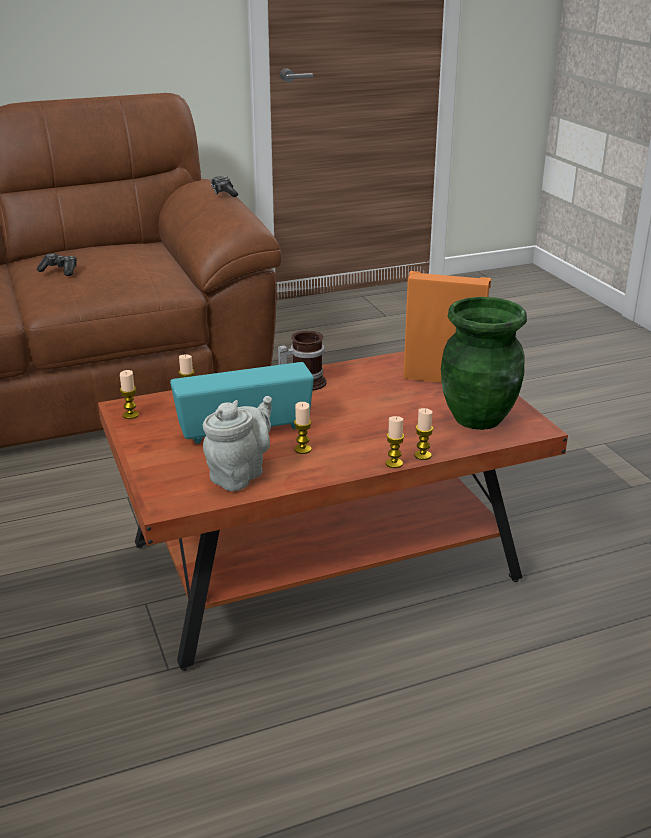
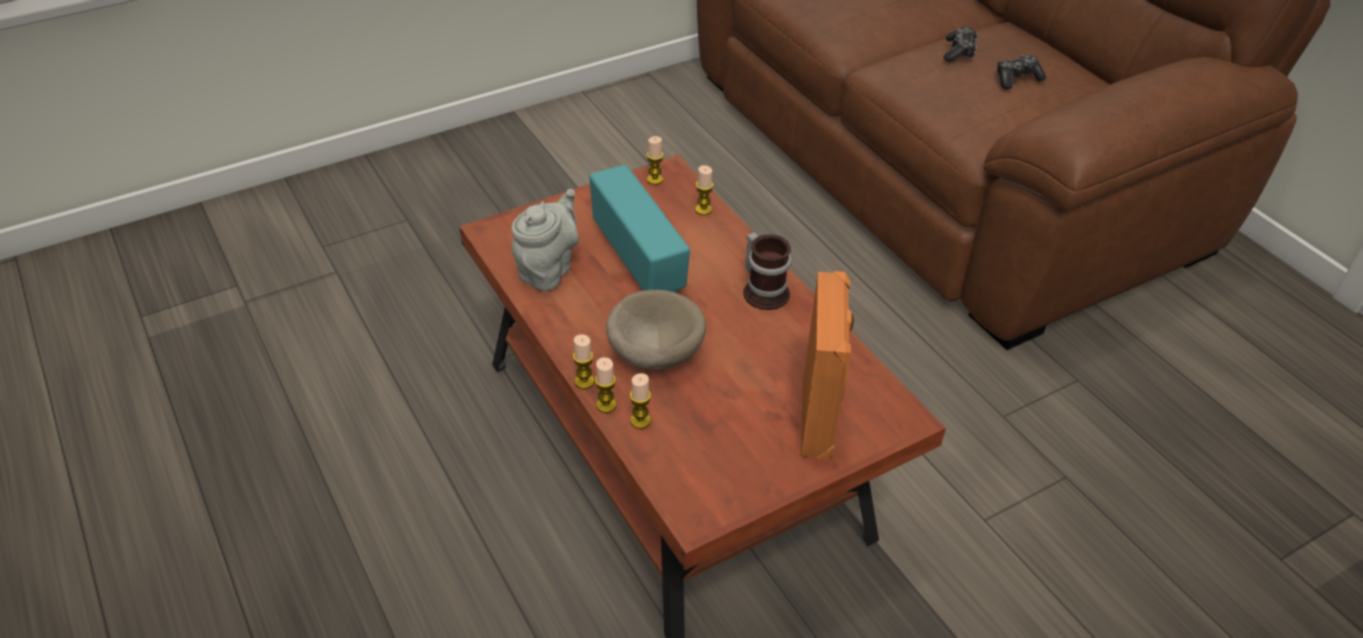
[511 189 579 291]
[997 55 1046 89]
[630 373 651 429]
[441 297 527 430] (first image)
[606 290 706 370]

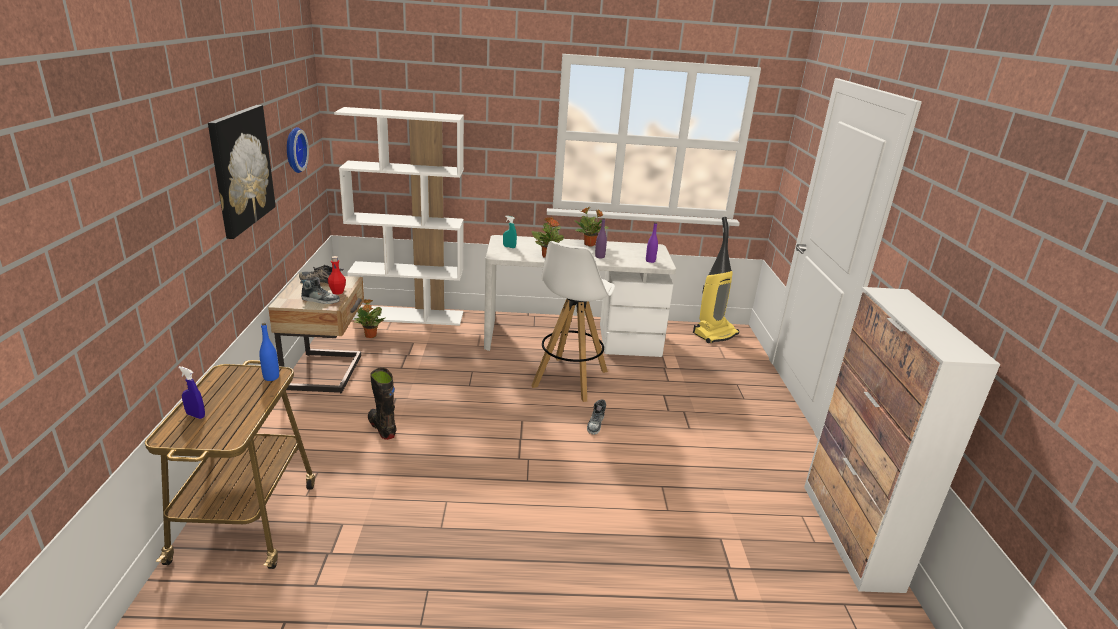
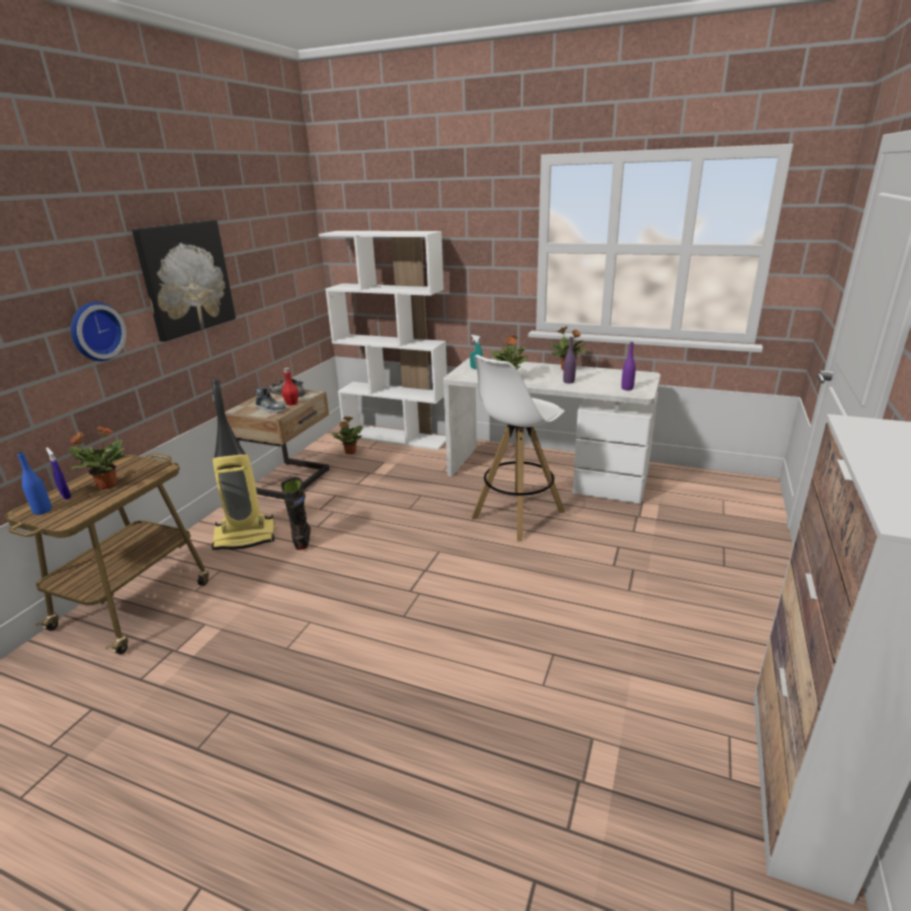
[17 451 52 515]
[71 302 126 361]
[587 399 606 435] (first image)
[212 380 275 550]
[68 426 126 490]

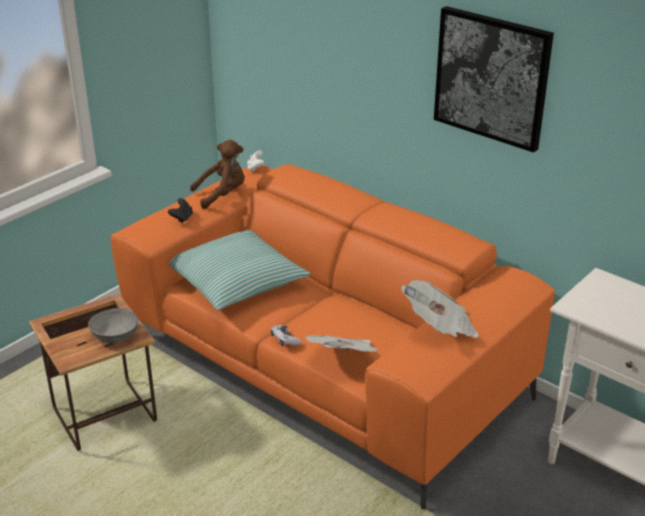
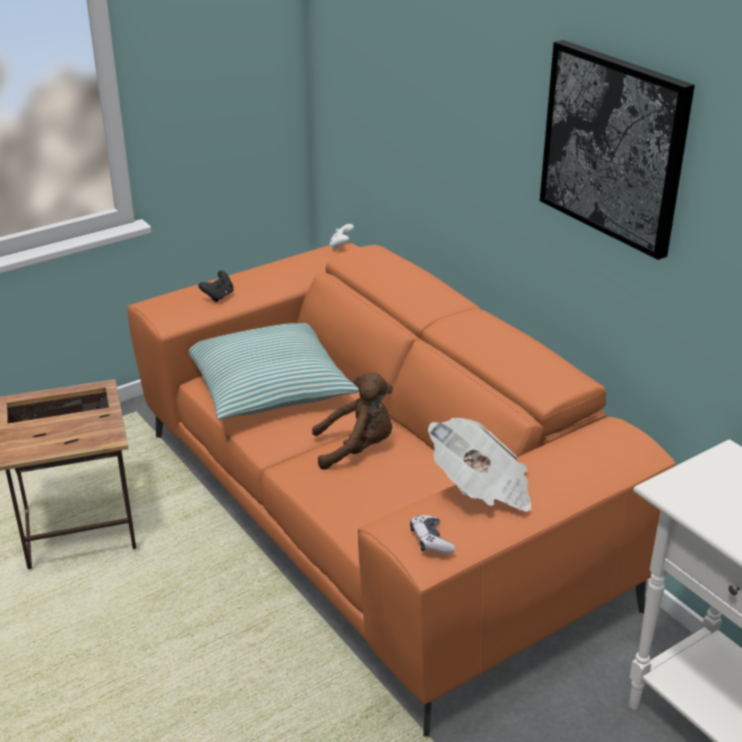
[88 308 138 343] (first image)
[312 372 393 470]
[410 515 455 554]
[306 335 378 352] (first image)

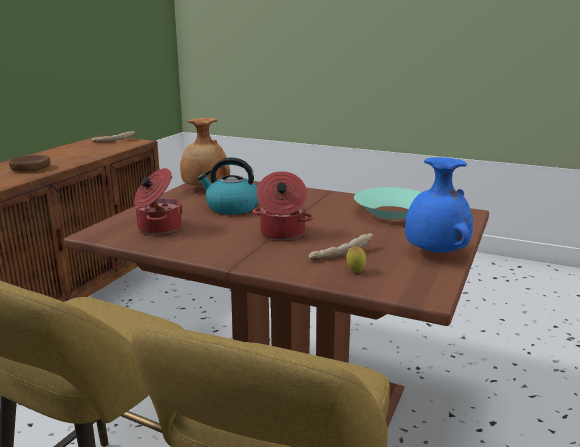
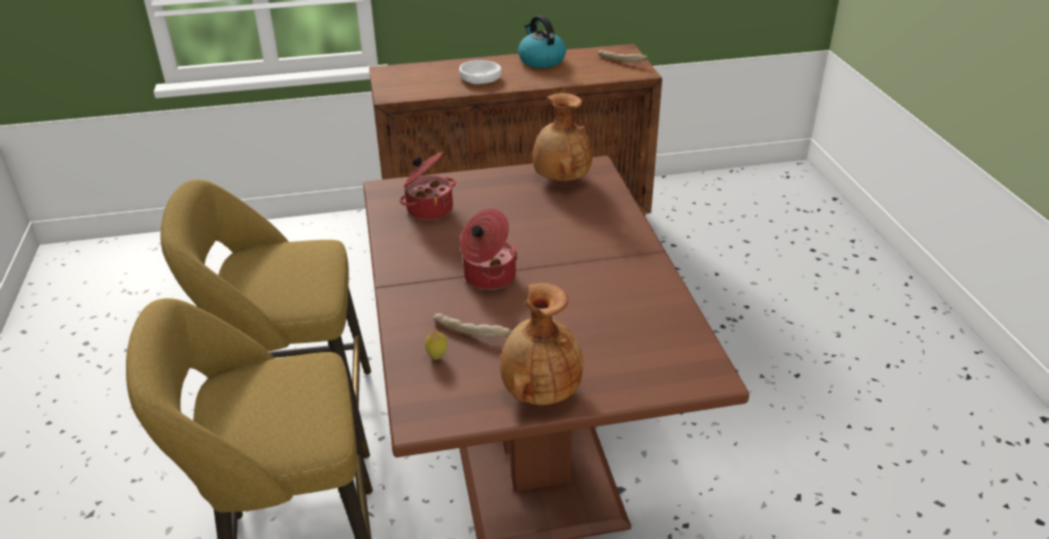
[459 60 501 84]
[518 15 566 68]
[354 187 421 220] (first image)
[500 283 583 405]

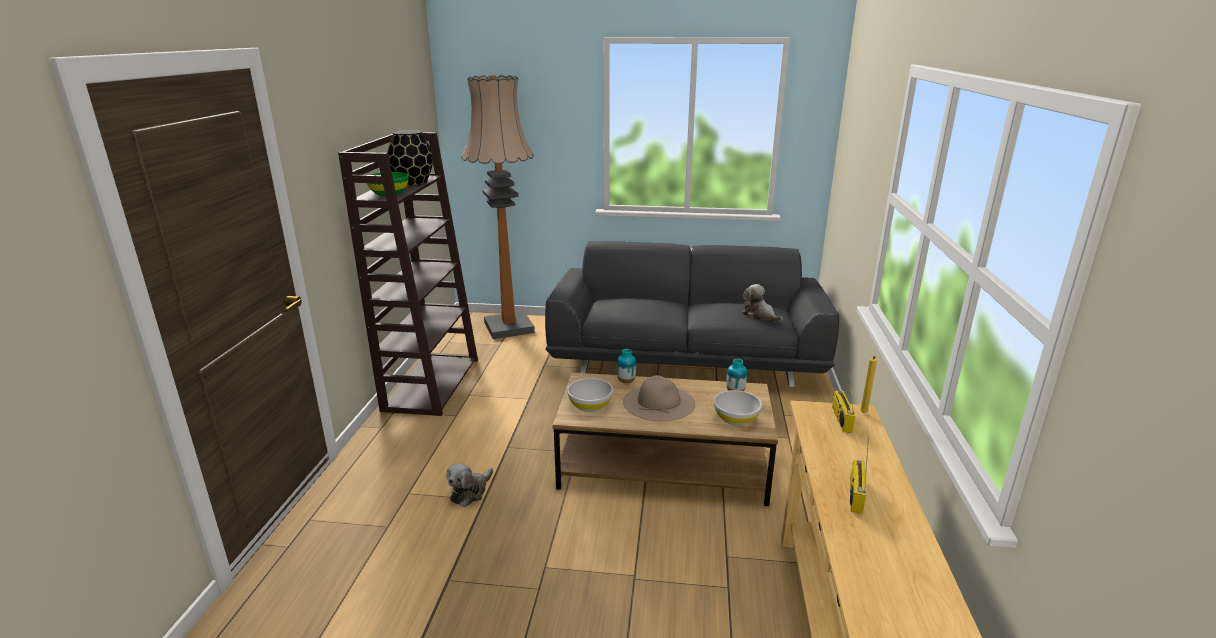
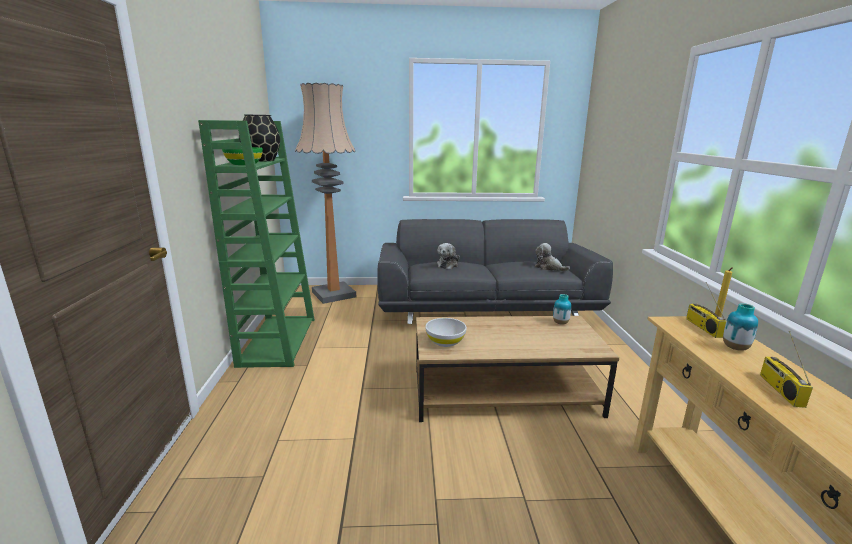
[198 120 315 368]
[437 243 459 269]
[723 303 758 351]
[623 375 695 421] (first image)
[714 390 762 426] (first image)

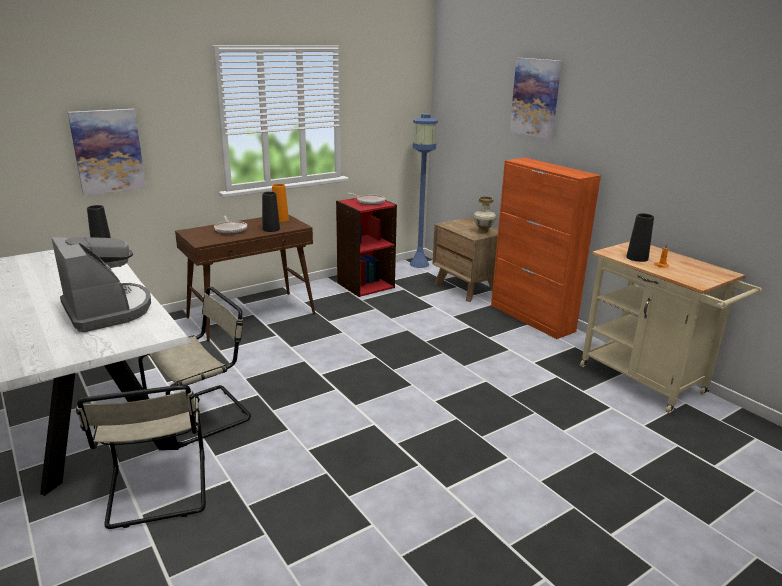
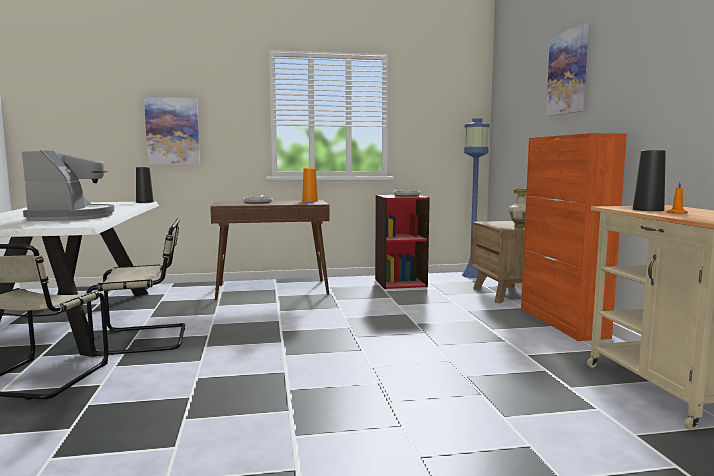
[262 192 280 232] (first image)

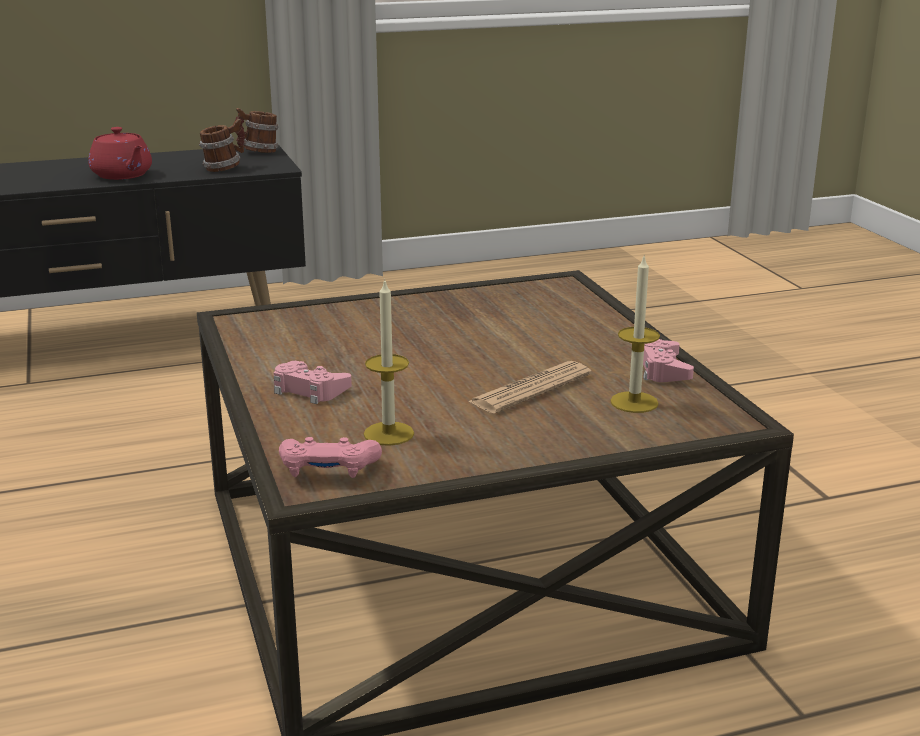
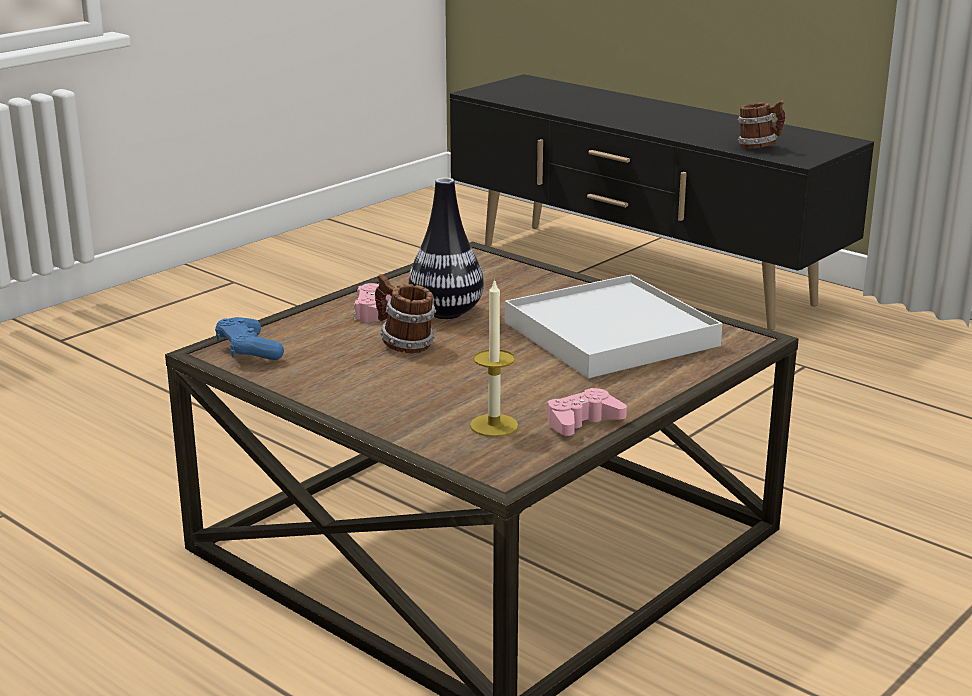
[88 127 152 180] (first image)
[375 274 436 353]
[215 317 284 360]
[364 278 414 446] (first image)
[468 361 592 413] (first image)
[409 177 484 319]
[505 275 722 378]

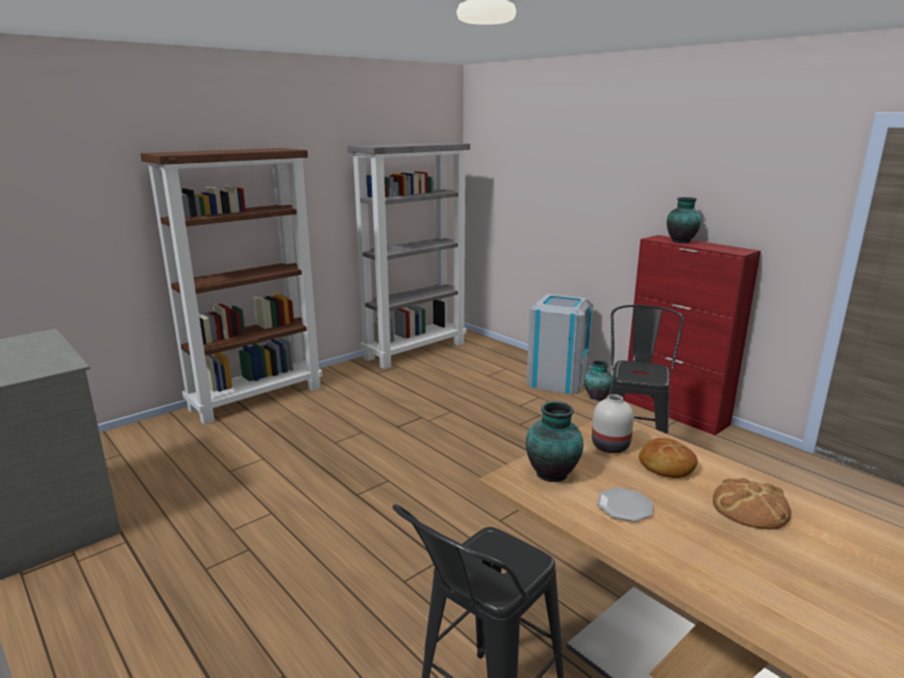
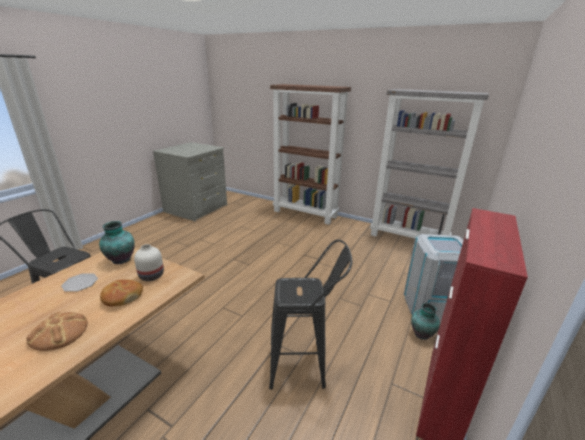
[667 197 701 243] (first image)

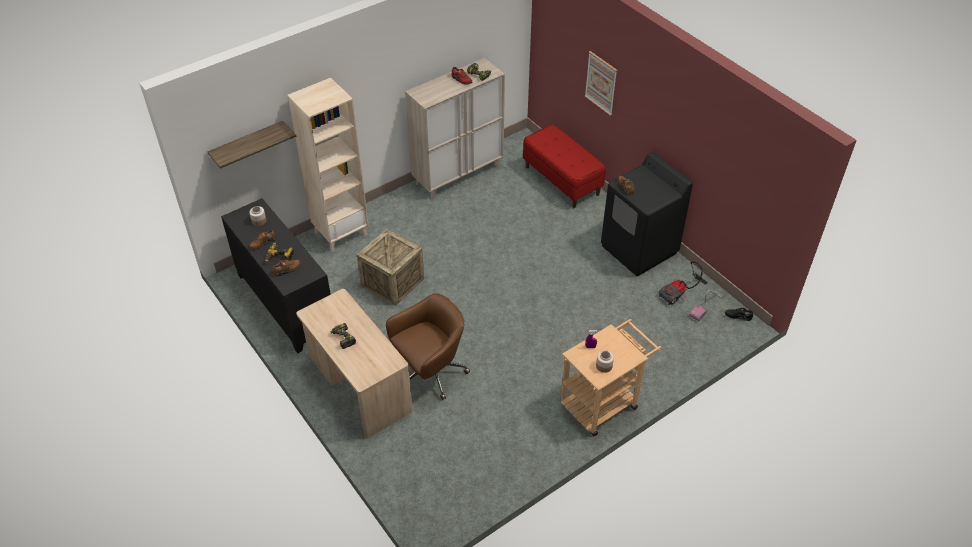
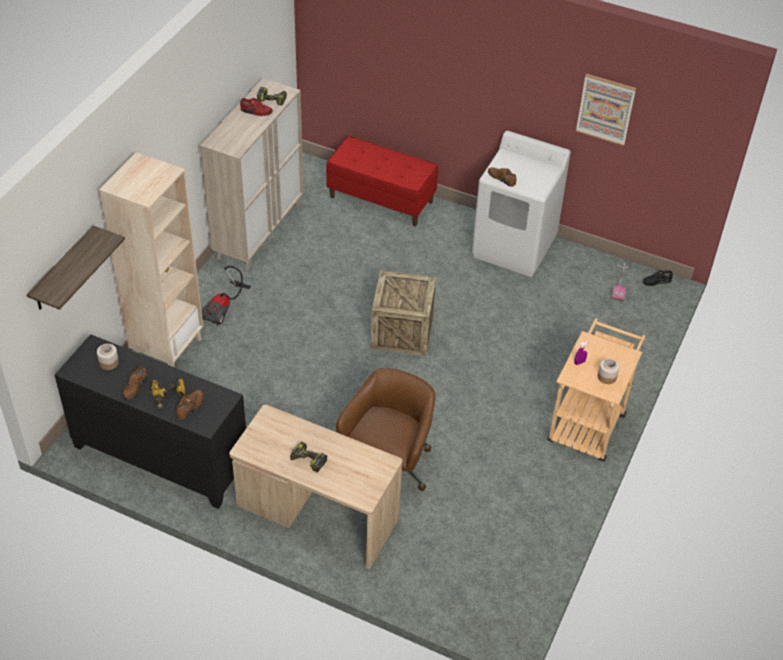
[371 270 436 356]
[576 74 636 146]
[472 131 571 277]
[202 266 251 325]

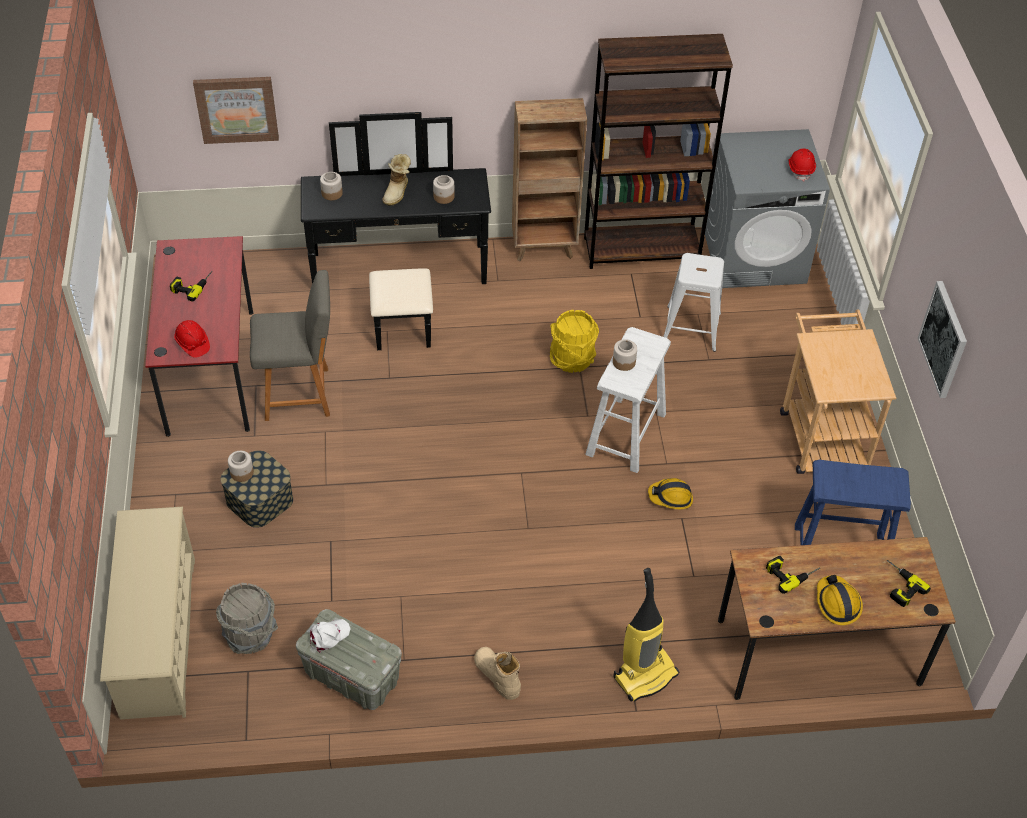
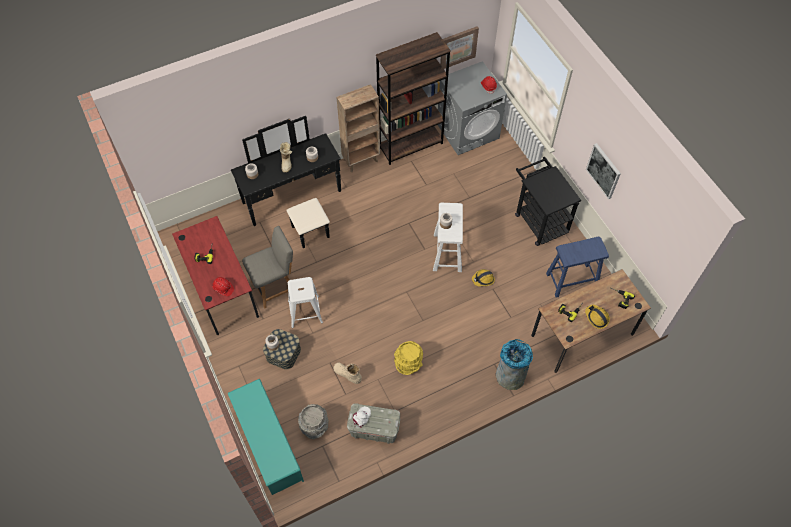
[228 379 304 495]
[440 26 479 69]
[333 363 362 384]
[394 341 423 375]
[496 339 533 390]
[288 277 323 328]
[515 157 581 246]

